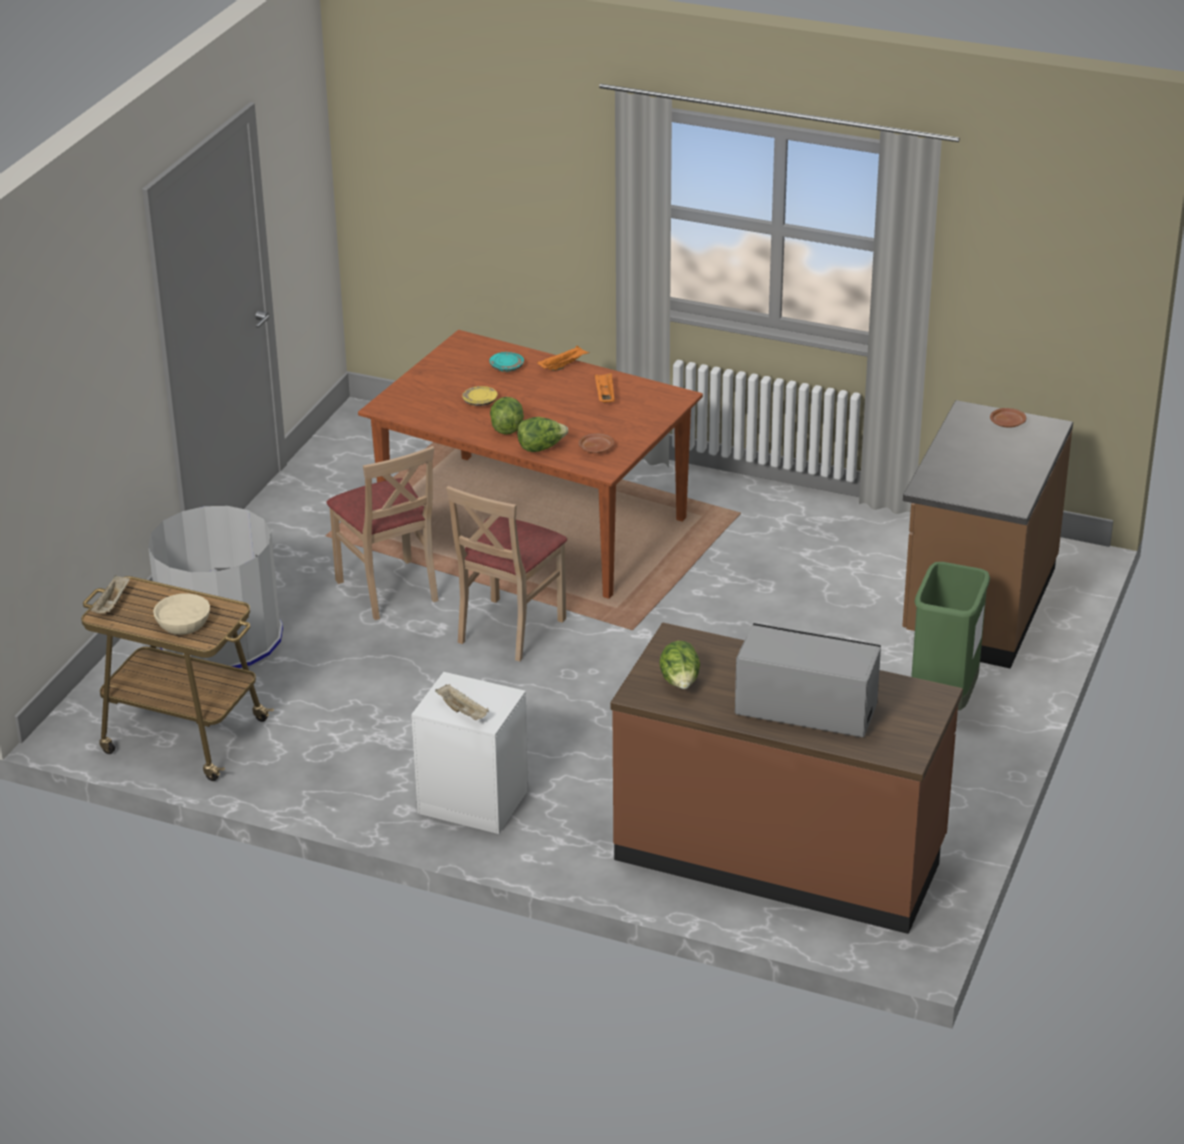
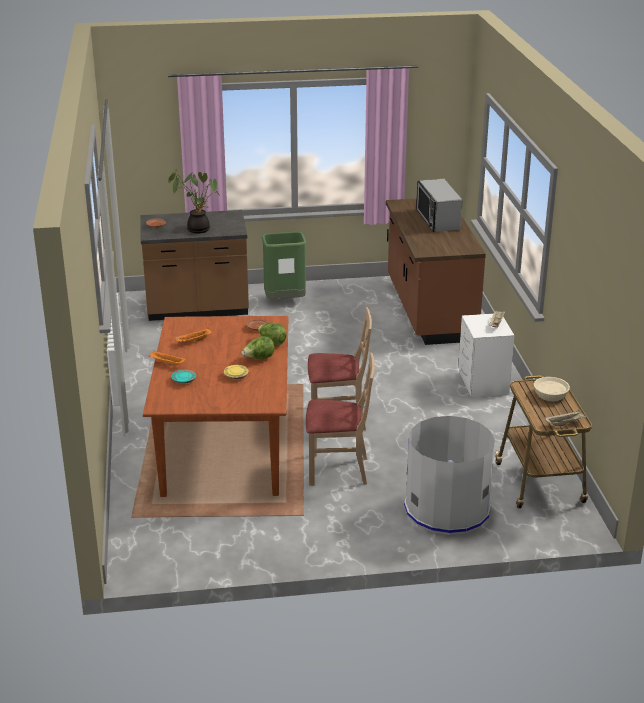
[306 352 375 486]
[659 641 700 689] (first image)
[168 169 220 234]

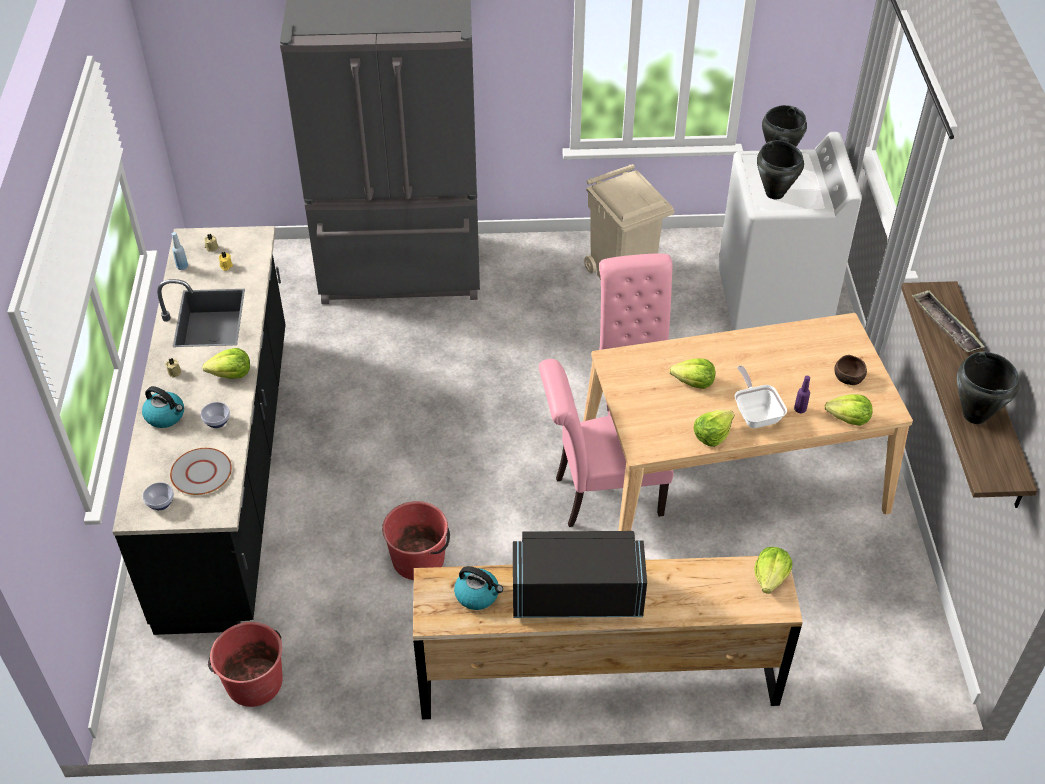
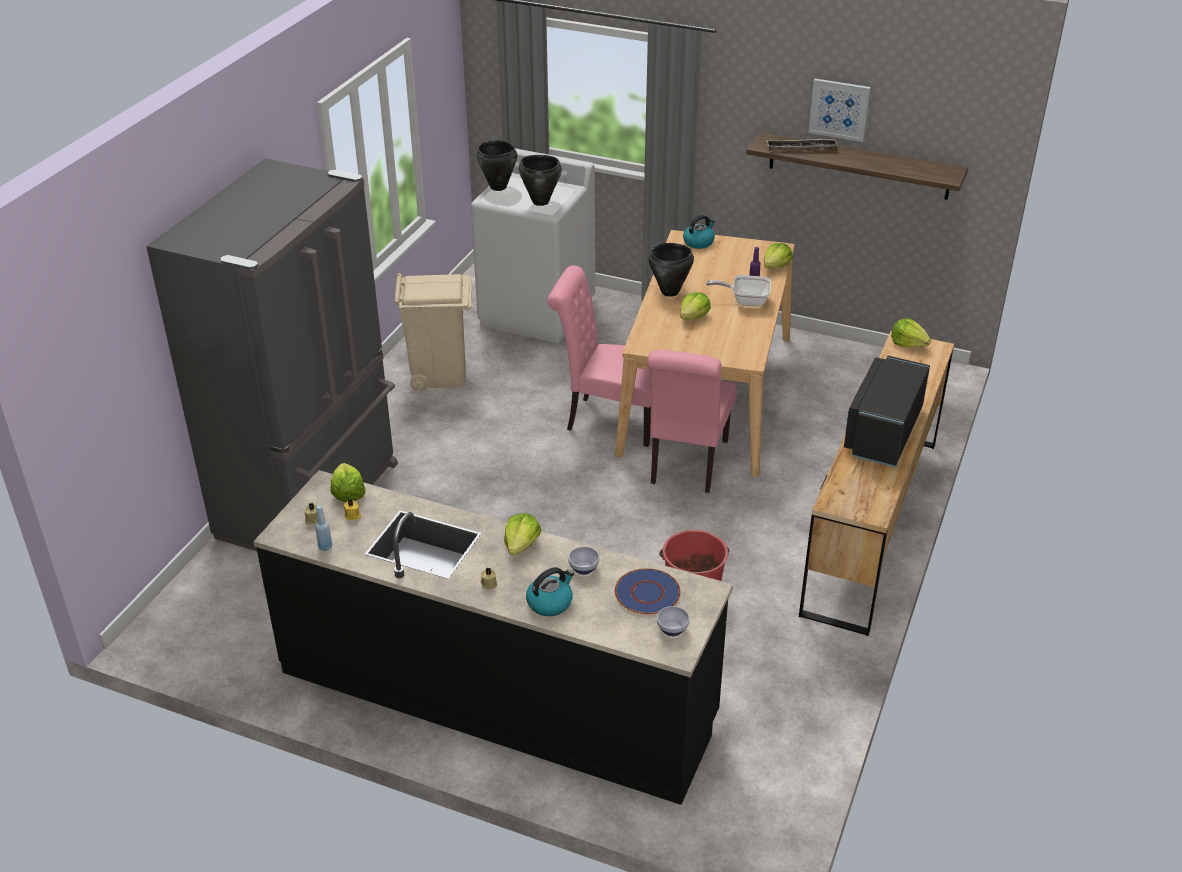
[615 568 681 615]
[208 622 282 707] (first image)
[683 215 715 249]
[330 463 366 502]
[834 355 867 385] (first image)
[648 243 694 297]
[808 79 871 142]

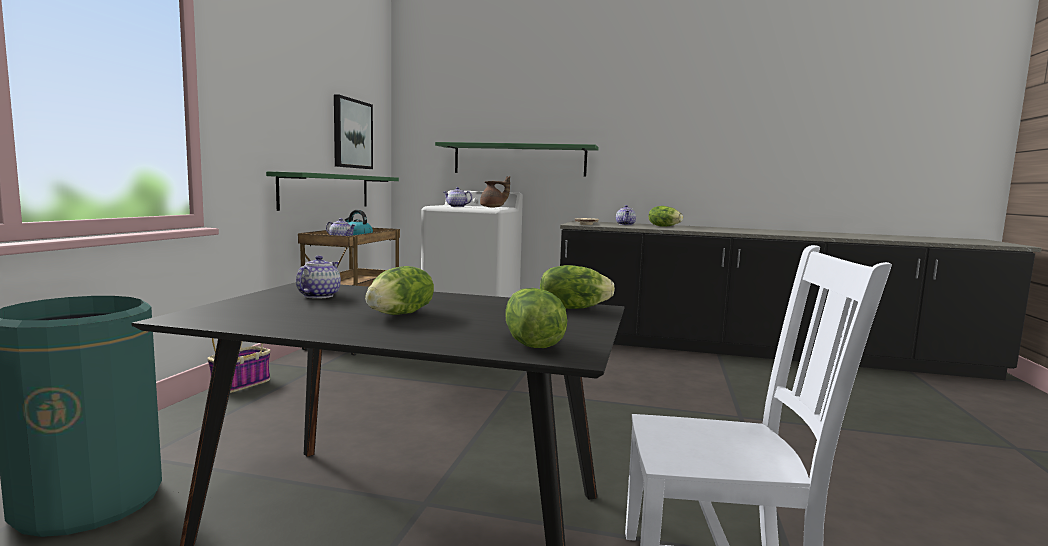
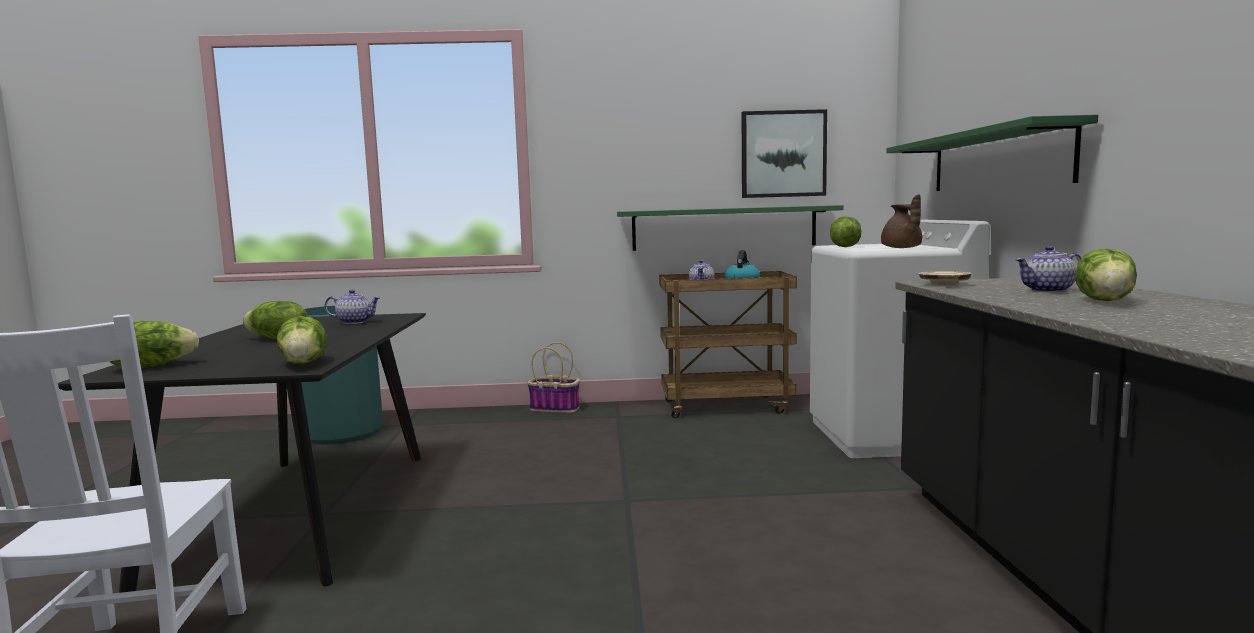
[830 216 861 247]

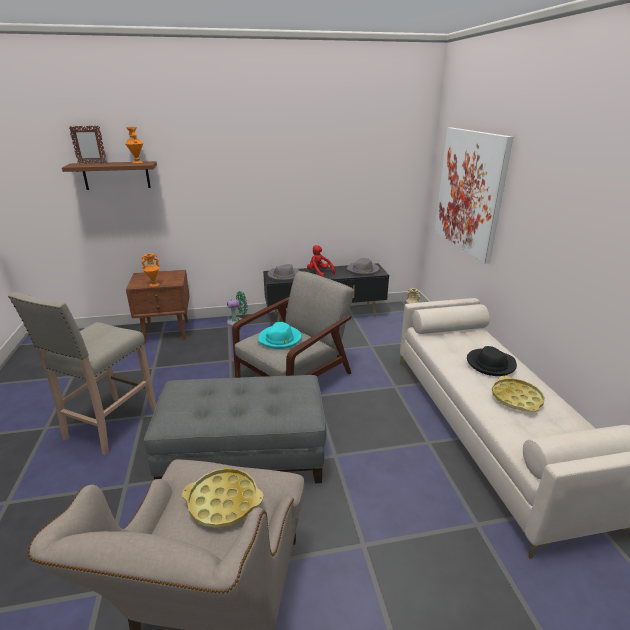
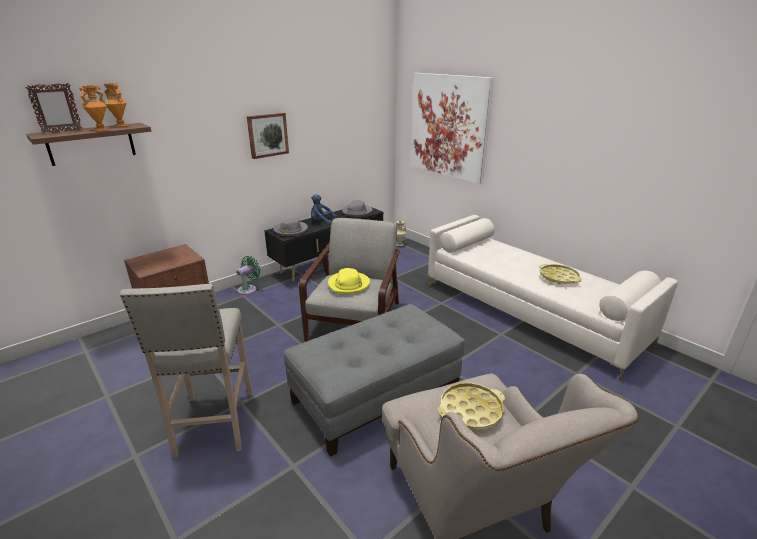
[79 85 109 131]
[328 268 370 294]
[311 194 337 225]
[467 346 517 376] (first image)
[247 113 289 159]

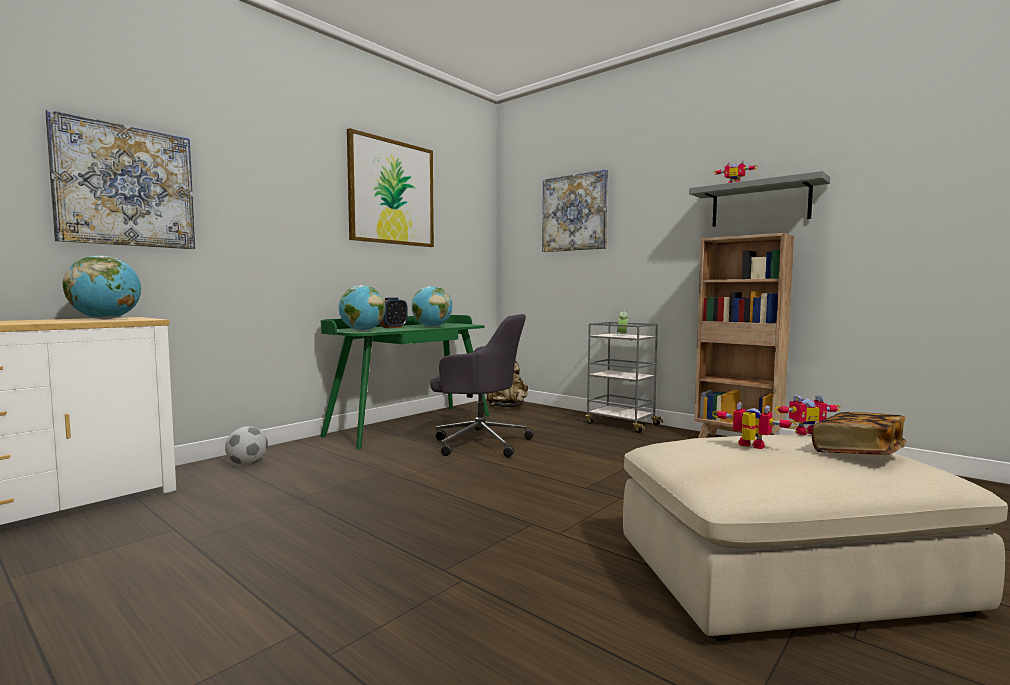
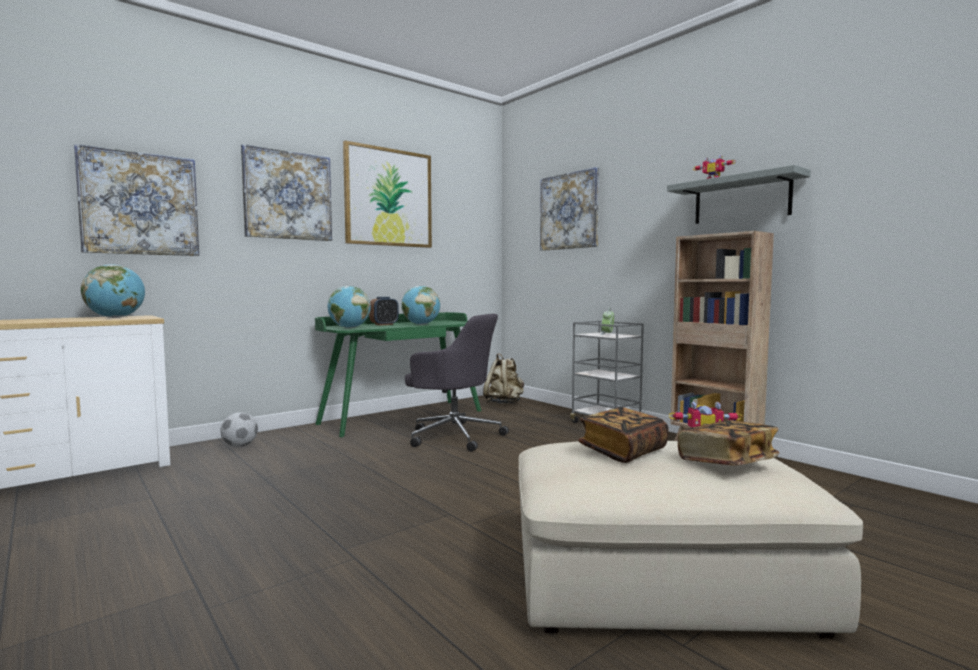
[578 407 668 463]
[241 144 332 241]

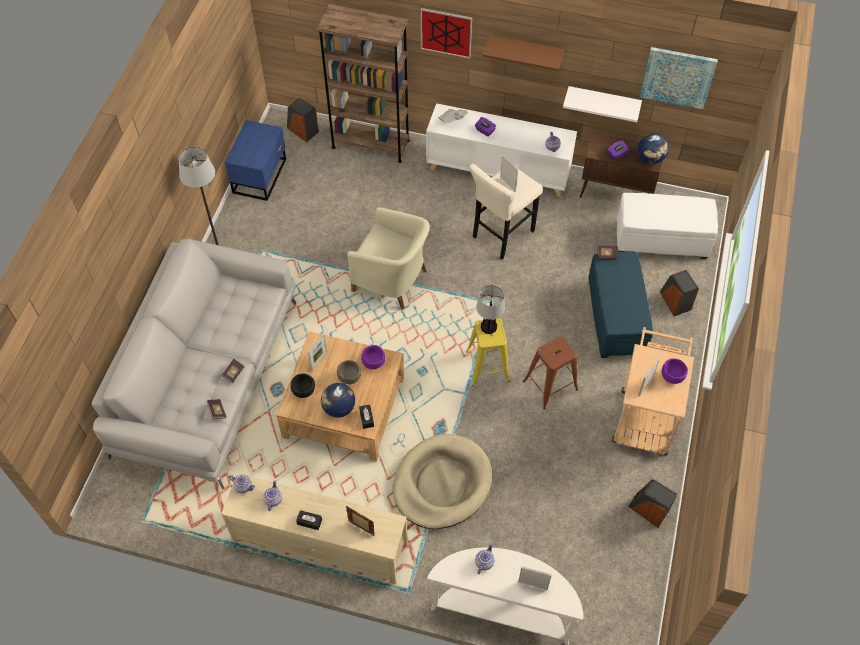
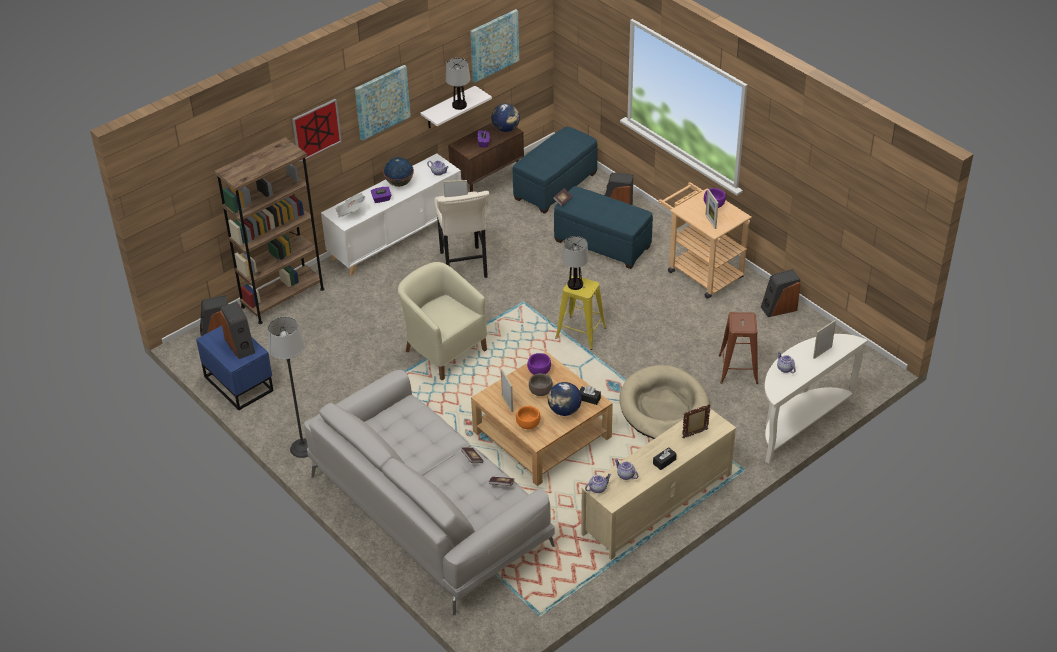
[516 406 540 429]
[398 262 487 380]
[355 65 411 141]
[719 312 758 384]
[512 127 598 214]
[219 301 255 359]
[383 157 414 187]
[446 58 470 110]

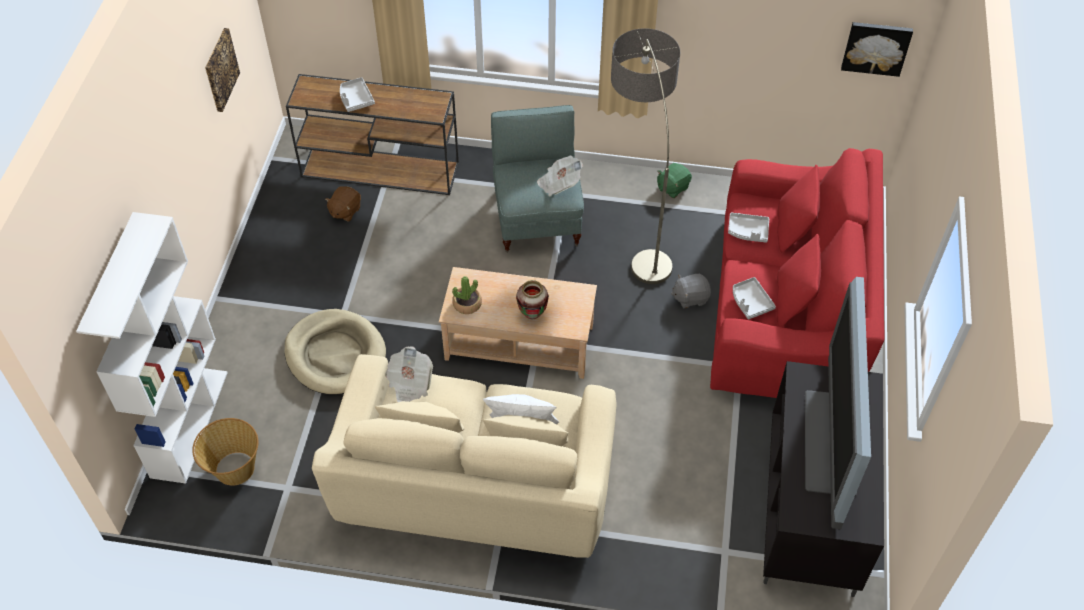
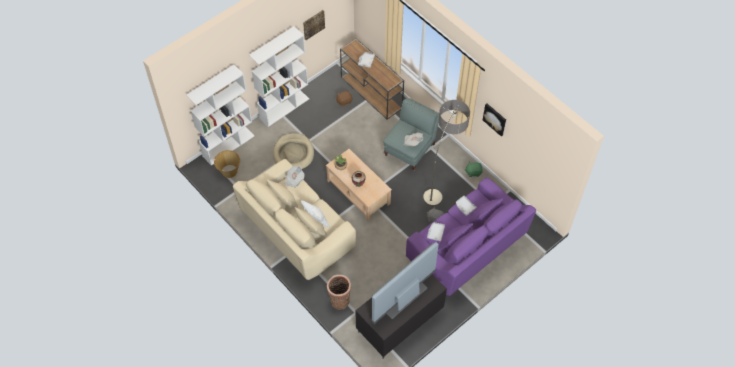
[406 177 536 296]
[483 103 506 137]
[249 26 309 127]
[327 275 351 310]

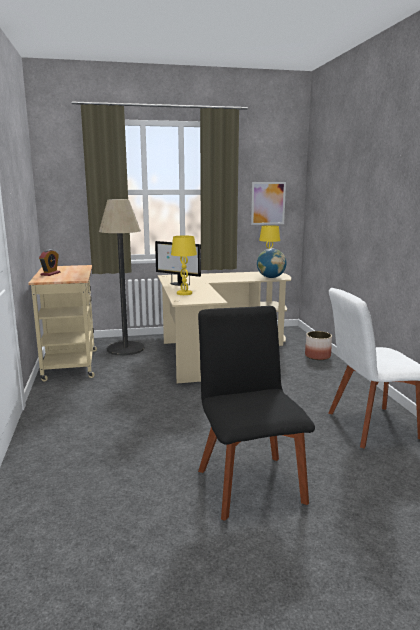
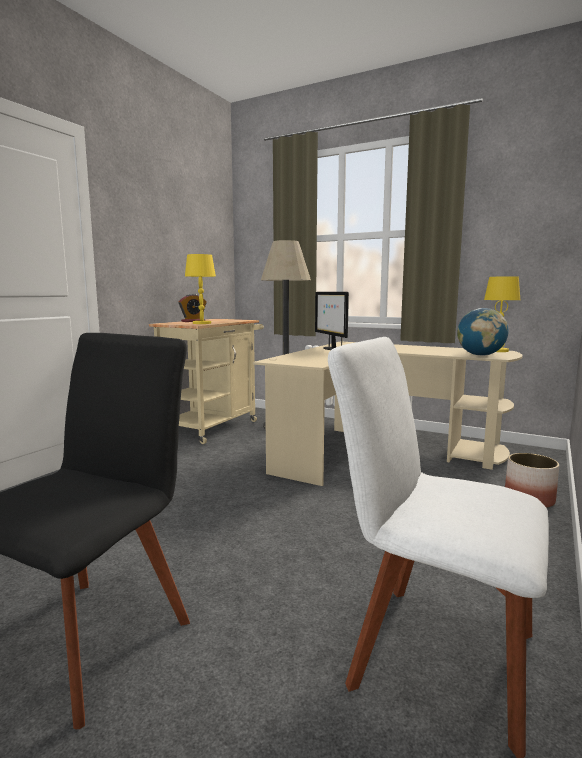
[185 254 216 324]
[251 182 286 225] (first image)

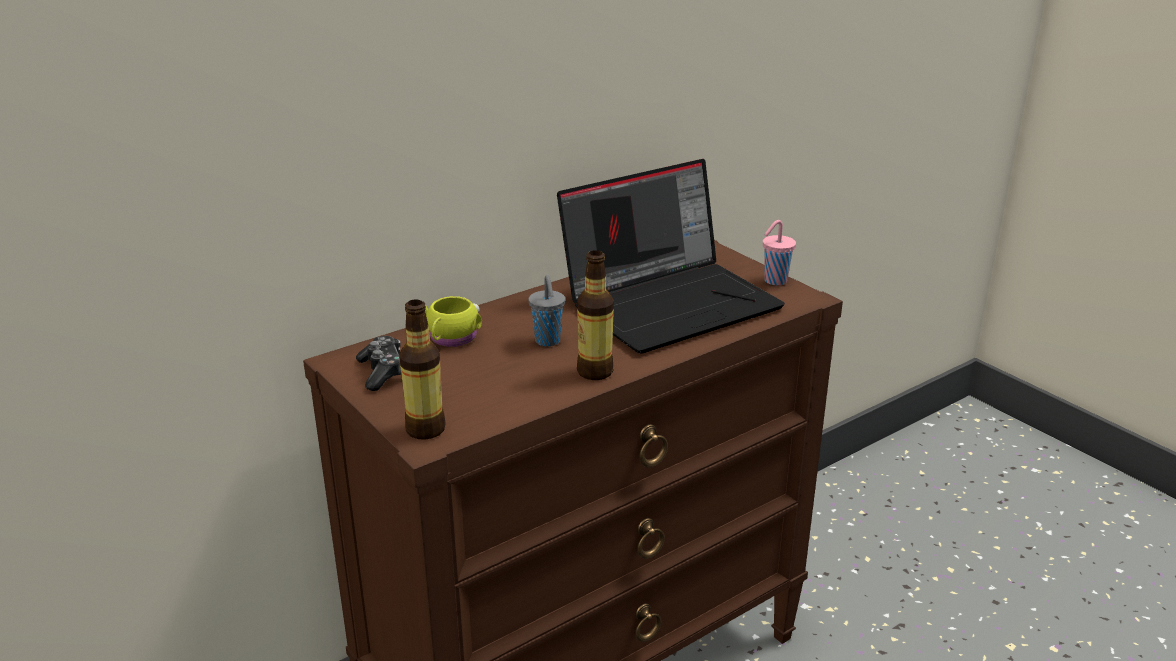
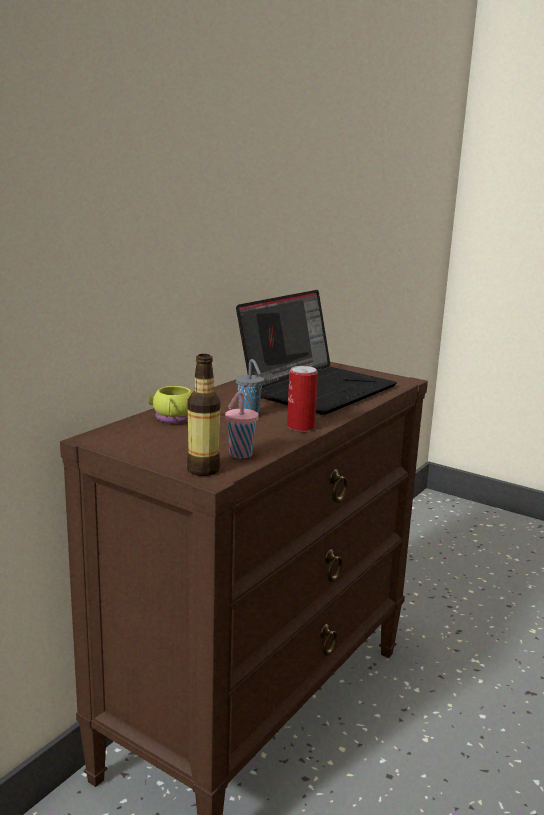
[356 336 401 391] (first image)
[287 366 318 432]
[225 391 259 459]

